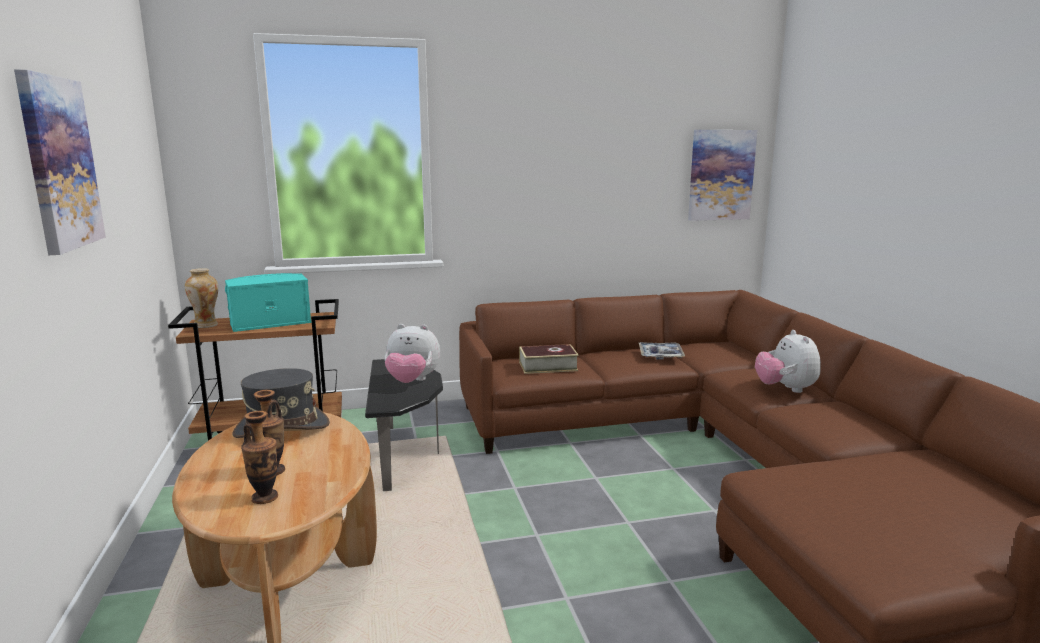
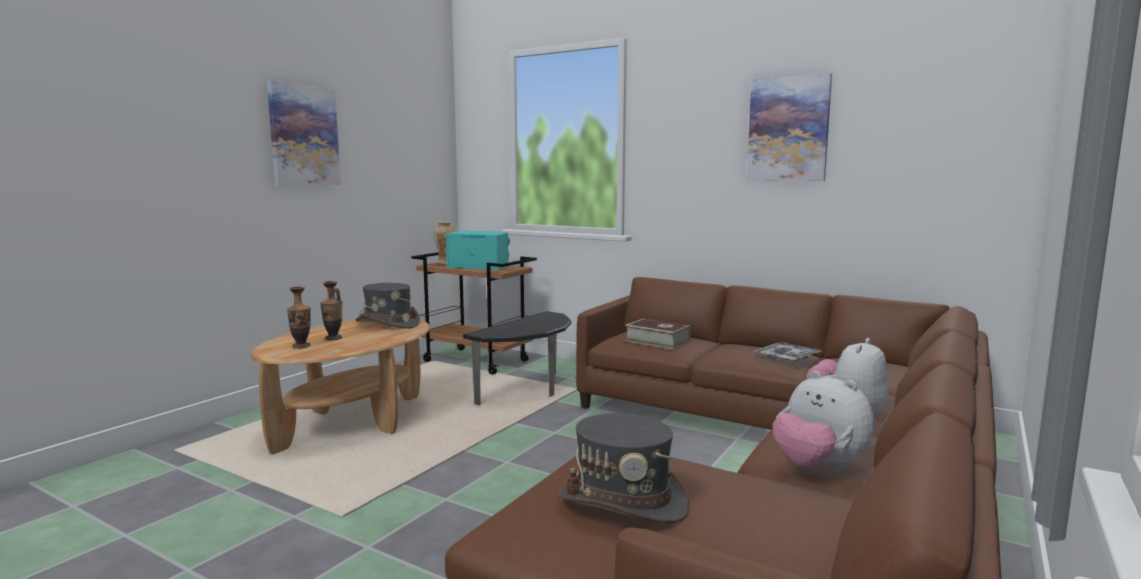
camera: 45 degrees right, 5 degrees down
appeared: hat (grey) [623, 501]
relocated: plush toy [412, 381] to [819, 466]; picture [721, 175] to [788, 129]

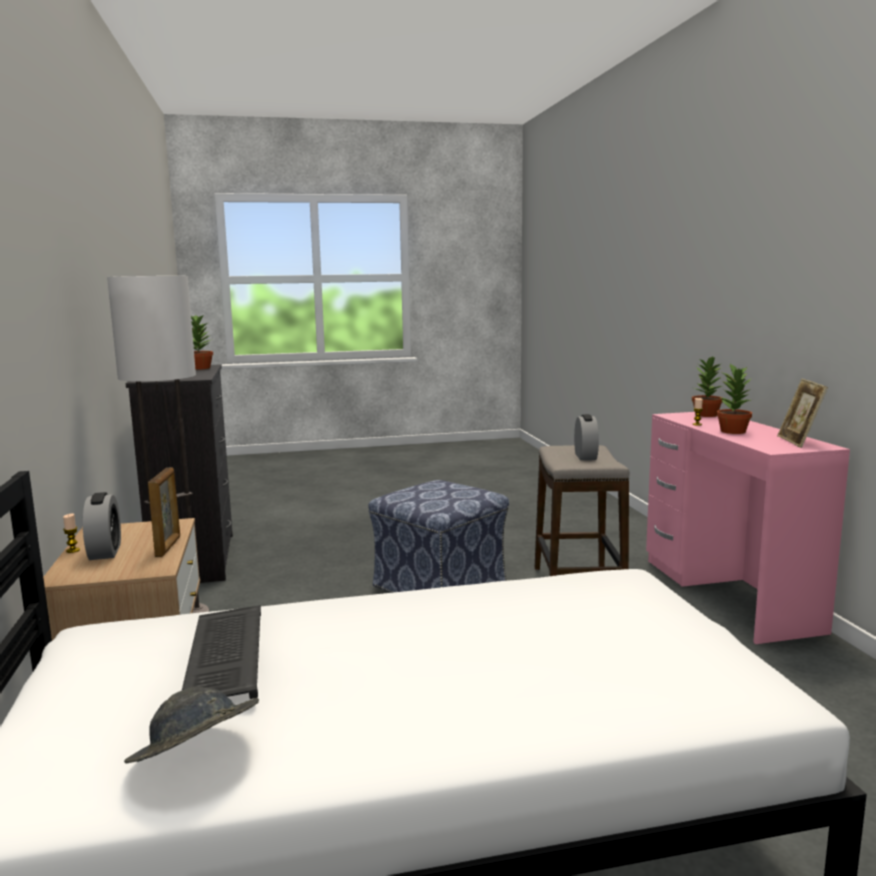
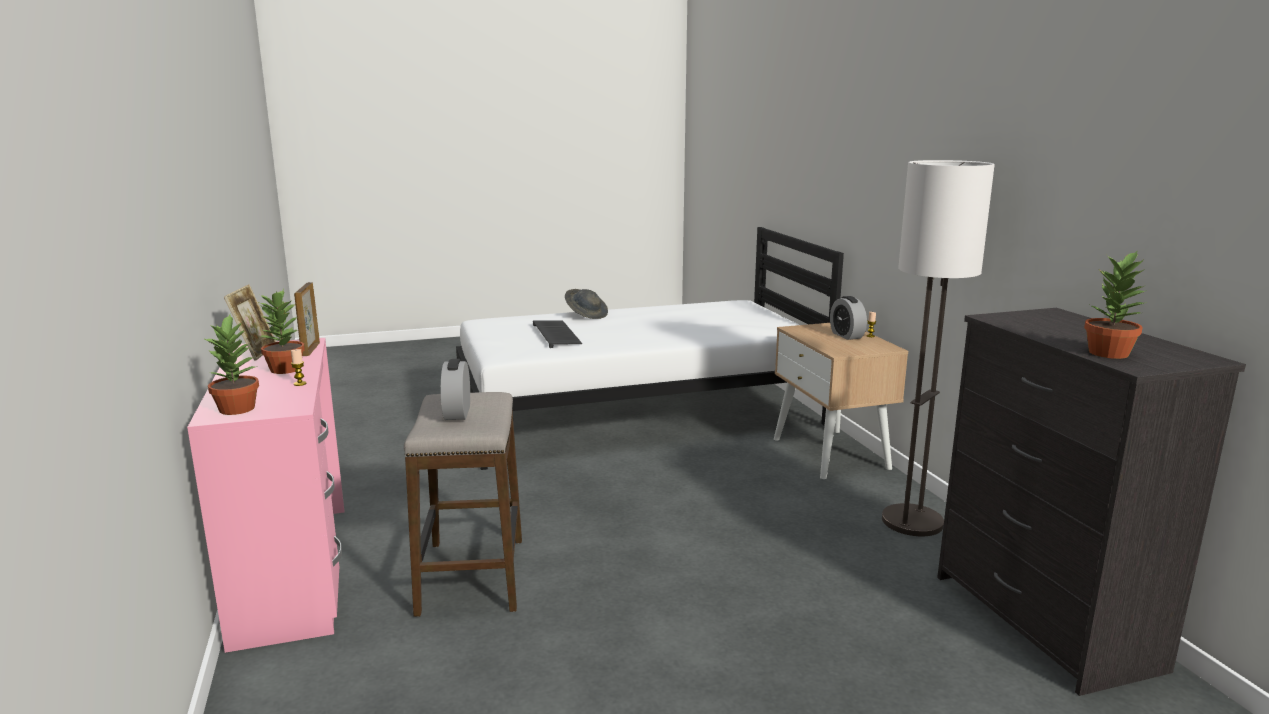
camera: 175 degrees right, 5 degrees up
missing: ottoman [440, 585]
relocated: hat (grey) [196, 760] to [587, 315]; picture frame [168, 546] to [310, 349]; keyboard [223, 655] to [557, 335]

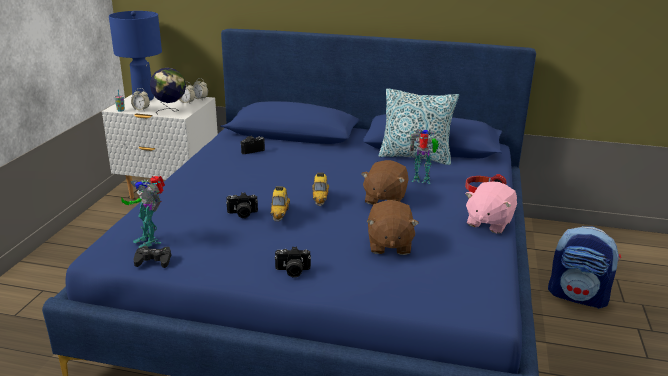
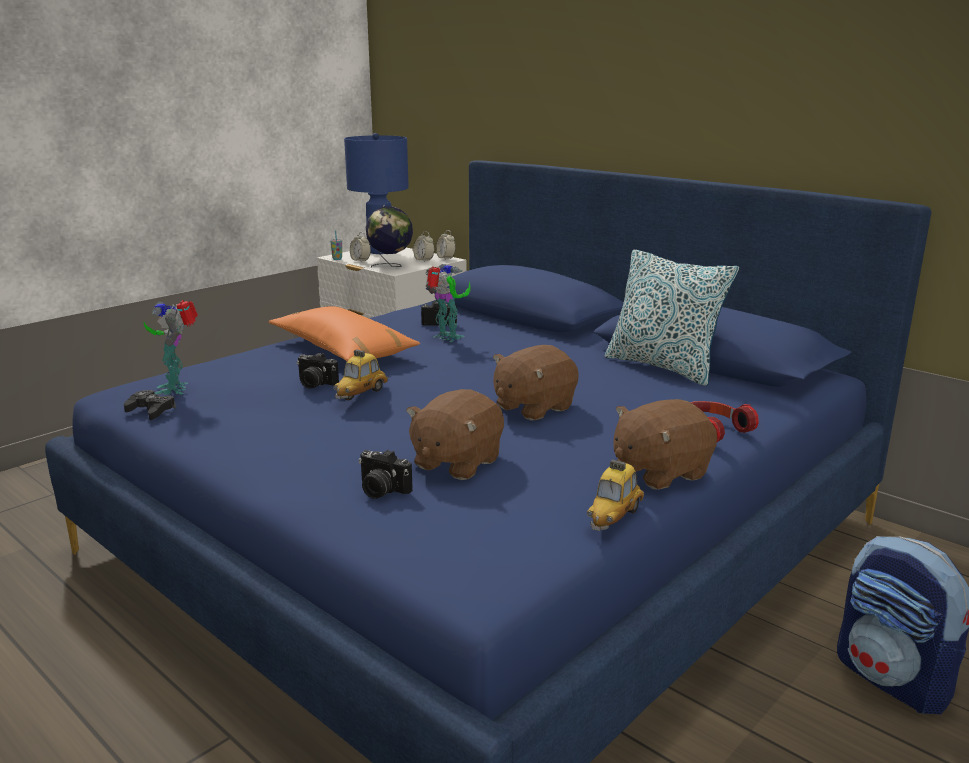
camera: 30 degrees right, 5 degrees down
appeared: pillow (orange) [342, 350]
relocated: photo camera [292, 271] to [381, 490]; toy car [320, 199] to [614, 517]; toy robot [422, 180] to [447, 338]
colour: plush toy (pink) [488, 222] to plush toy (brown) [659, 472]

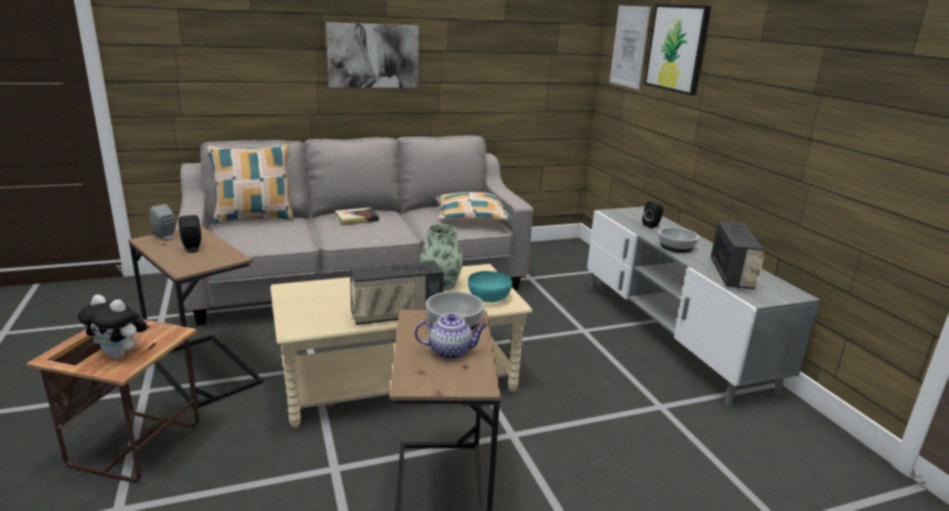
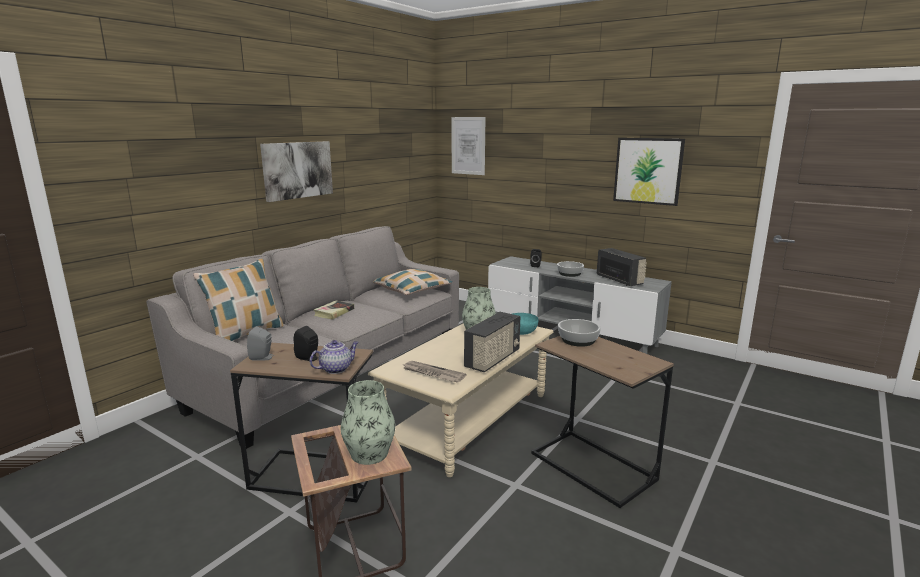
camera: 35 degrees left, 5 degrees down
appeared: newspaper [432, 373]
relocated: teapot [451, 351] to [336, 369]; picture [677, 48] to [648, 171]
exchanged: plush toy [120, 355] to vase [369, 453]

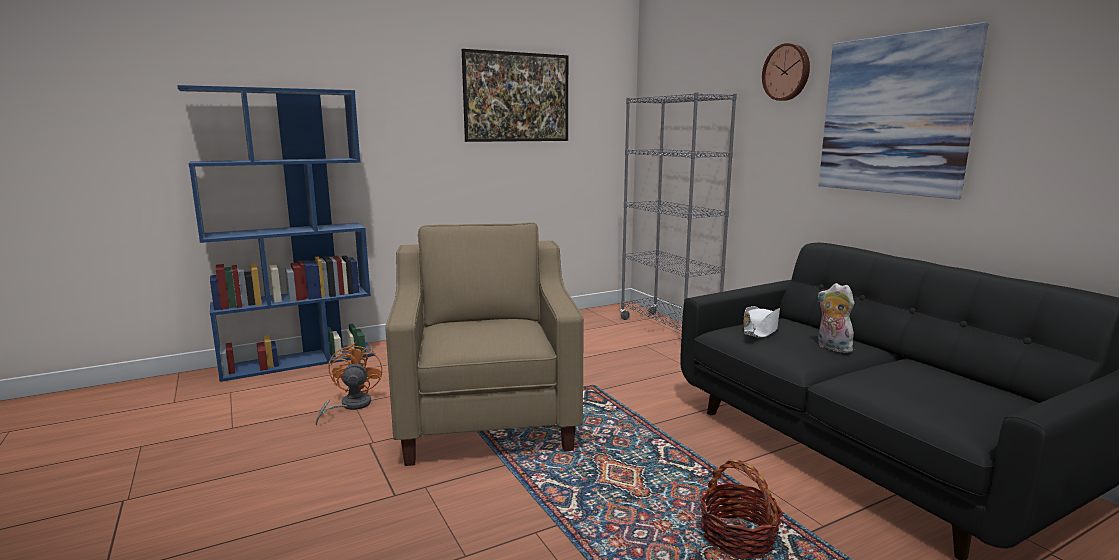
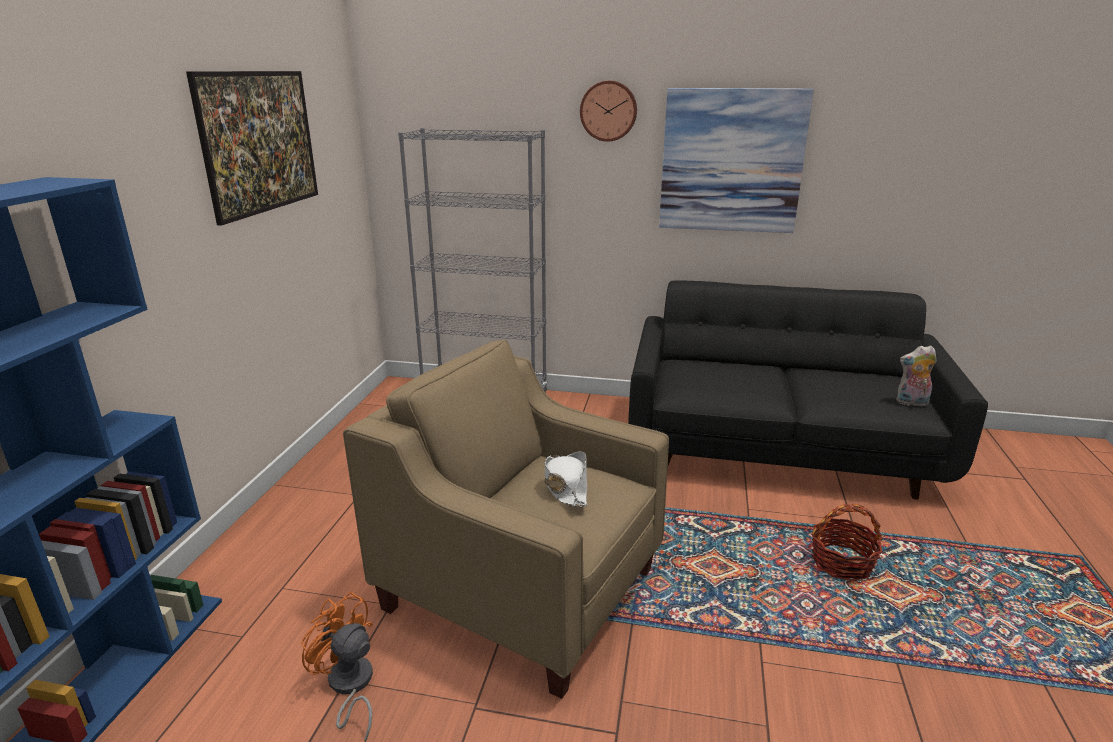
camera: 50 degrees left, 10 degrees up
relocated: hat (white) [760, 330] to [565, 486]; plush toy [831, 348] to [911, 403]

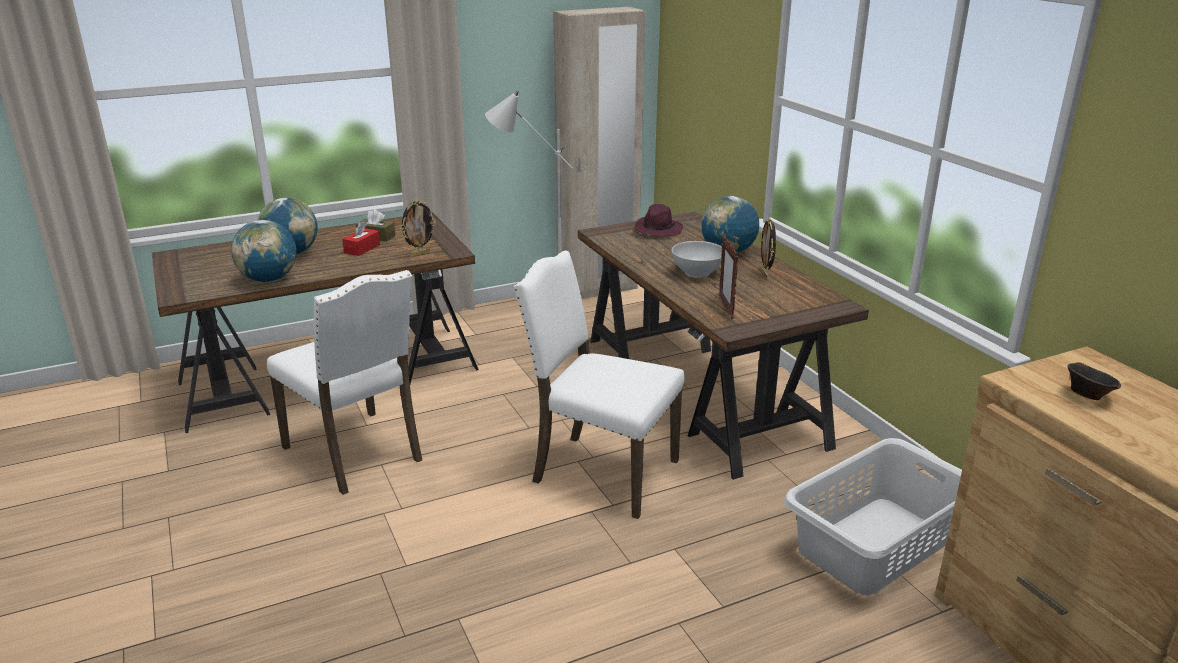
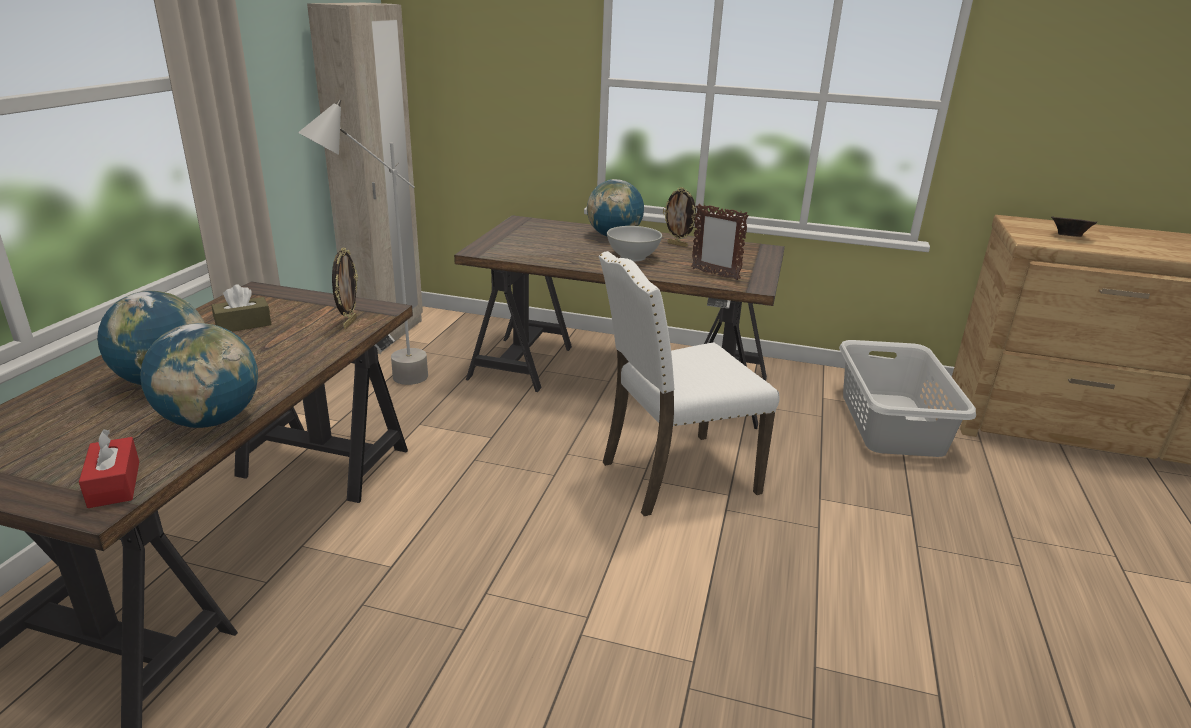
camera: 50 degrees left, 0 degrees up
missing: chair (white) [357, 453]; hat (purple) [657, 230]
relocated: tissue box (red) [362, 249] to [114, 484]

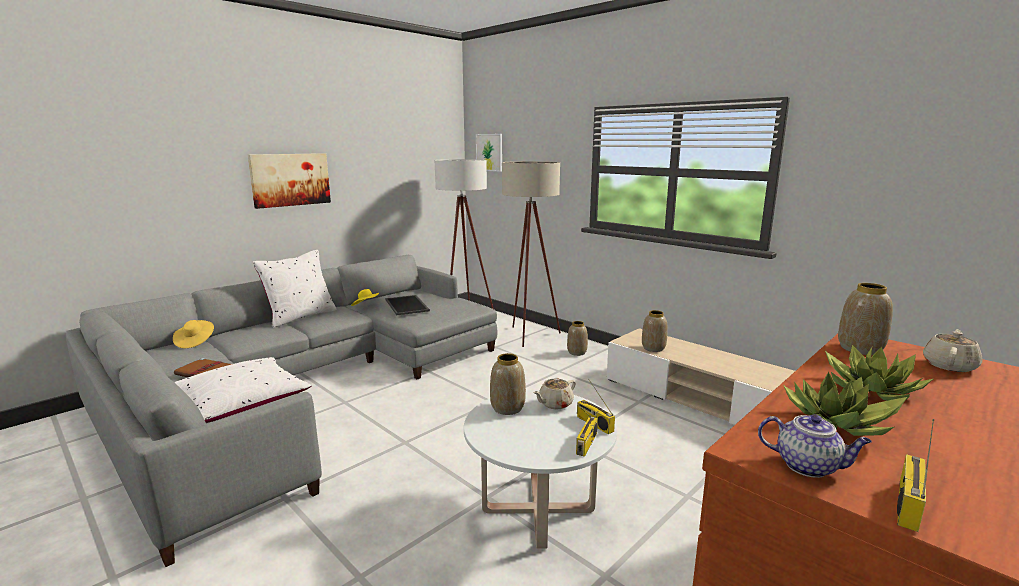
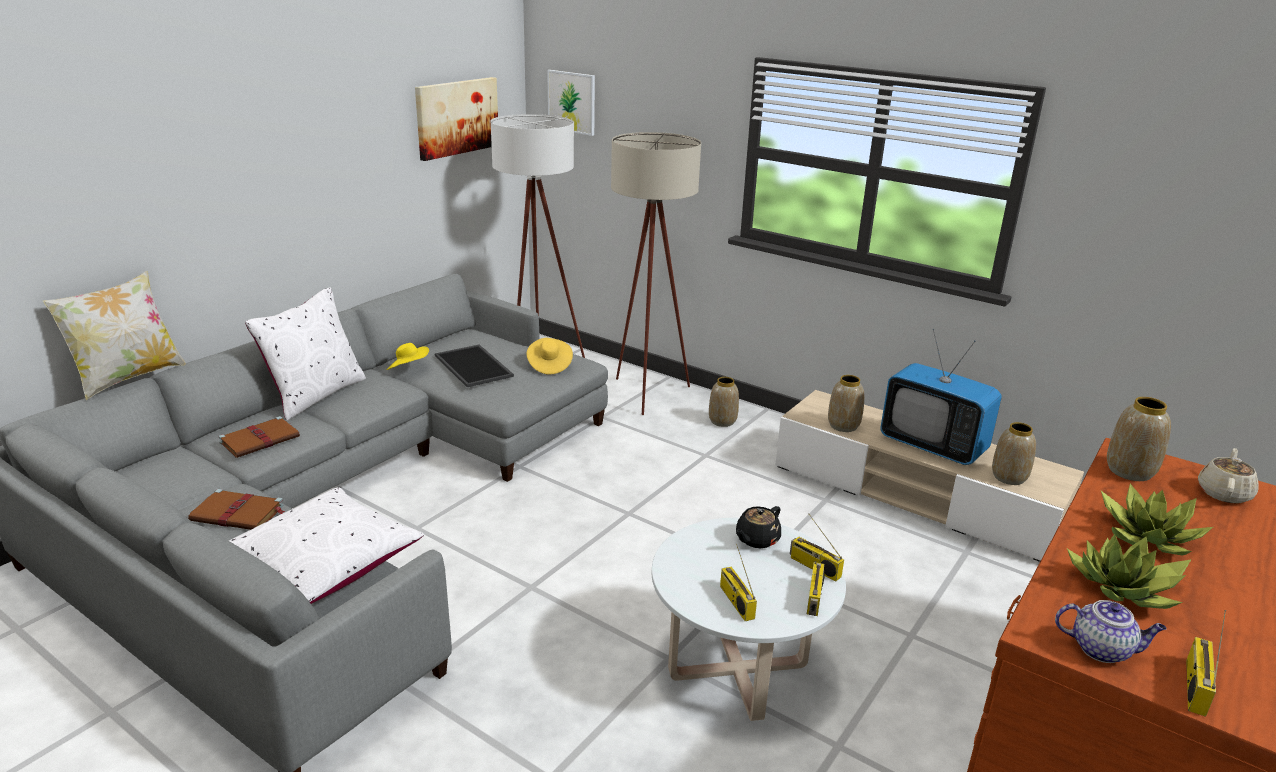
camera: 10 degrees left, 10 degrees up
appeared: pillow [128, 377]; book (brown) [261, 439]; radio [735, 601]; television [933, 446]
relocated: hat (yellow) [195, 342] to [549, 365]; picture [290, 179] to [457, 117]; vase [508, 408] to [1009, 477]
colour: teapot (beige) [555, 404] to teapot (black) [756, 539]

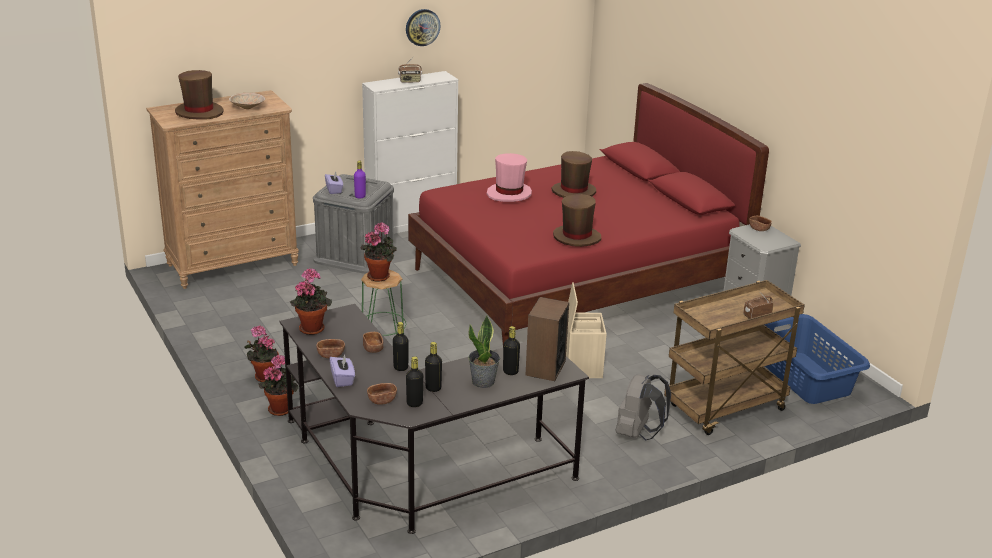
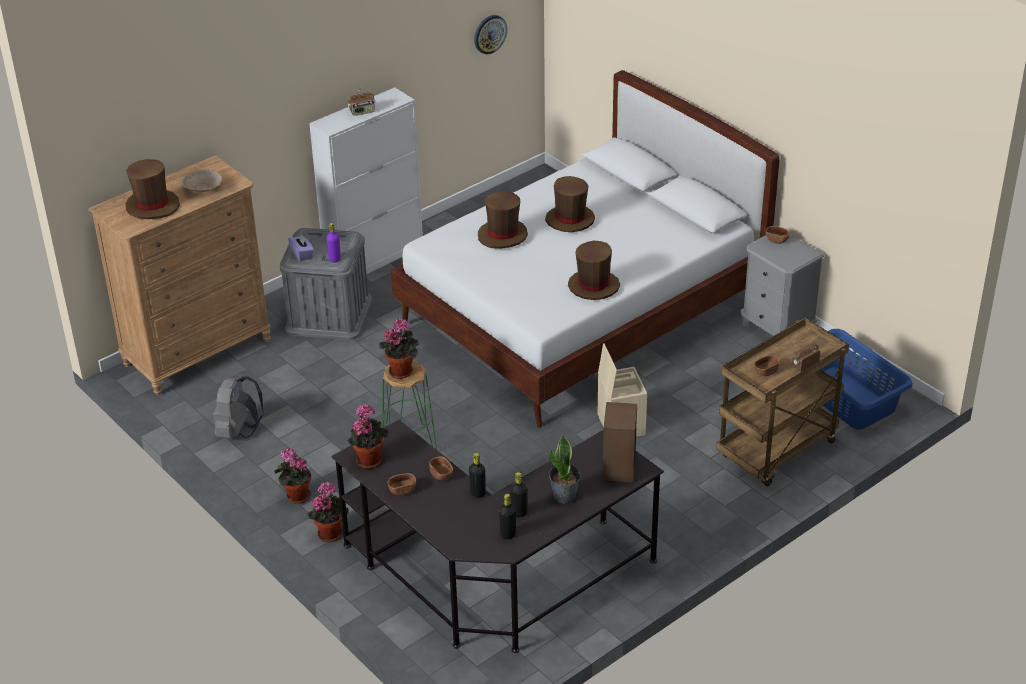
camera: 10 degrees left, 10 degrees up
missing: tissue box (purple) [342, 379]; bottle (black) [510, 372]
relocated: bowl (brown) [382, 400] to [766, 371]; wall clock [422, 27] to [489, 34]; backpack (grey) [638, 433] to [239, 431]
colour: bed (red) [576, 282] to bed (white) [582, 313]; hat (pink) [509, 194] to hat (brown) [502, 235]

